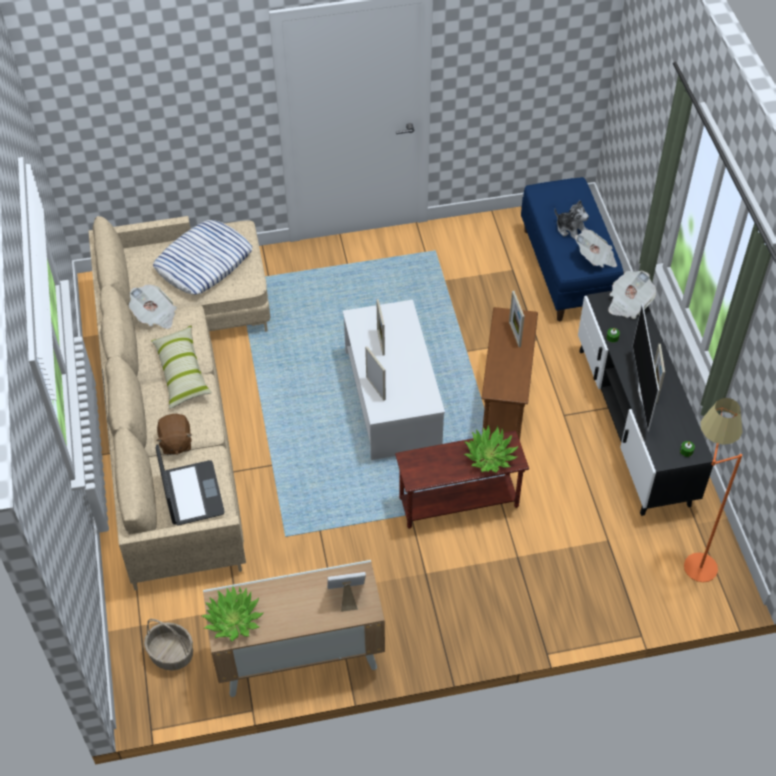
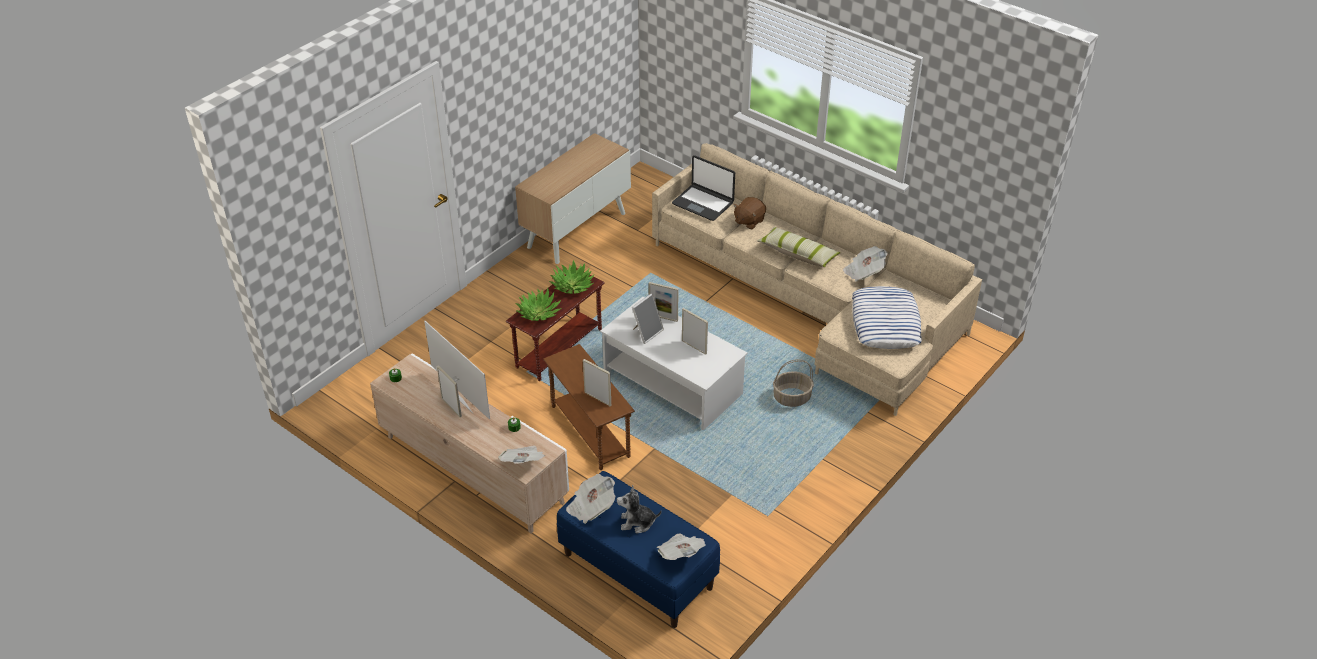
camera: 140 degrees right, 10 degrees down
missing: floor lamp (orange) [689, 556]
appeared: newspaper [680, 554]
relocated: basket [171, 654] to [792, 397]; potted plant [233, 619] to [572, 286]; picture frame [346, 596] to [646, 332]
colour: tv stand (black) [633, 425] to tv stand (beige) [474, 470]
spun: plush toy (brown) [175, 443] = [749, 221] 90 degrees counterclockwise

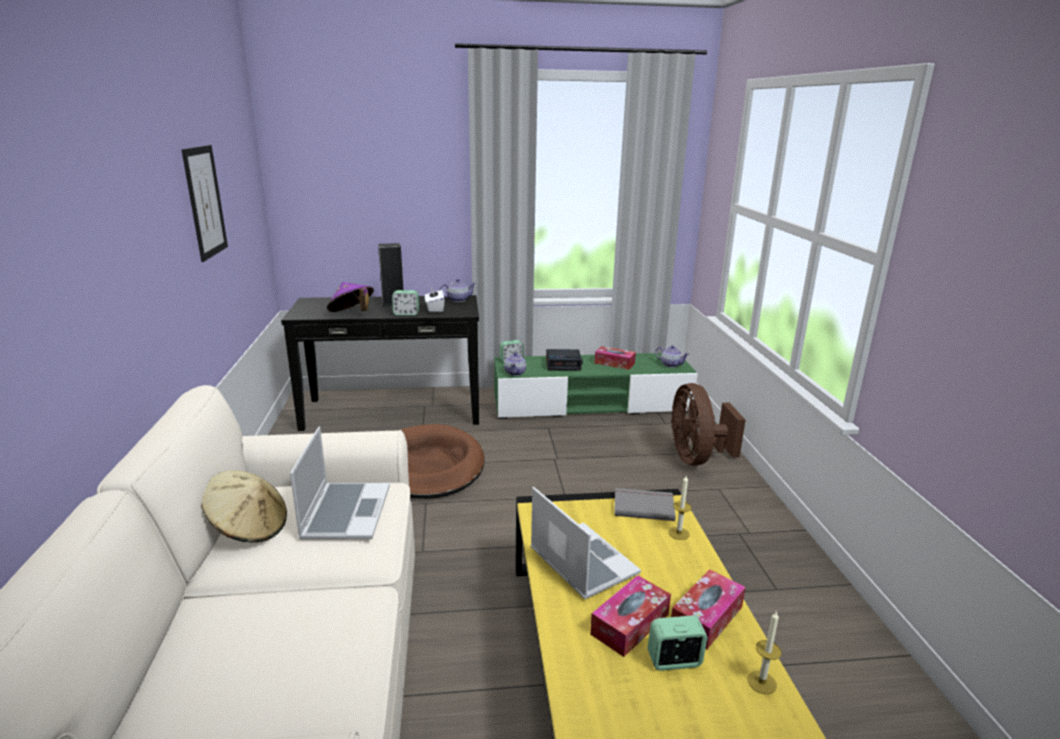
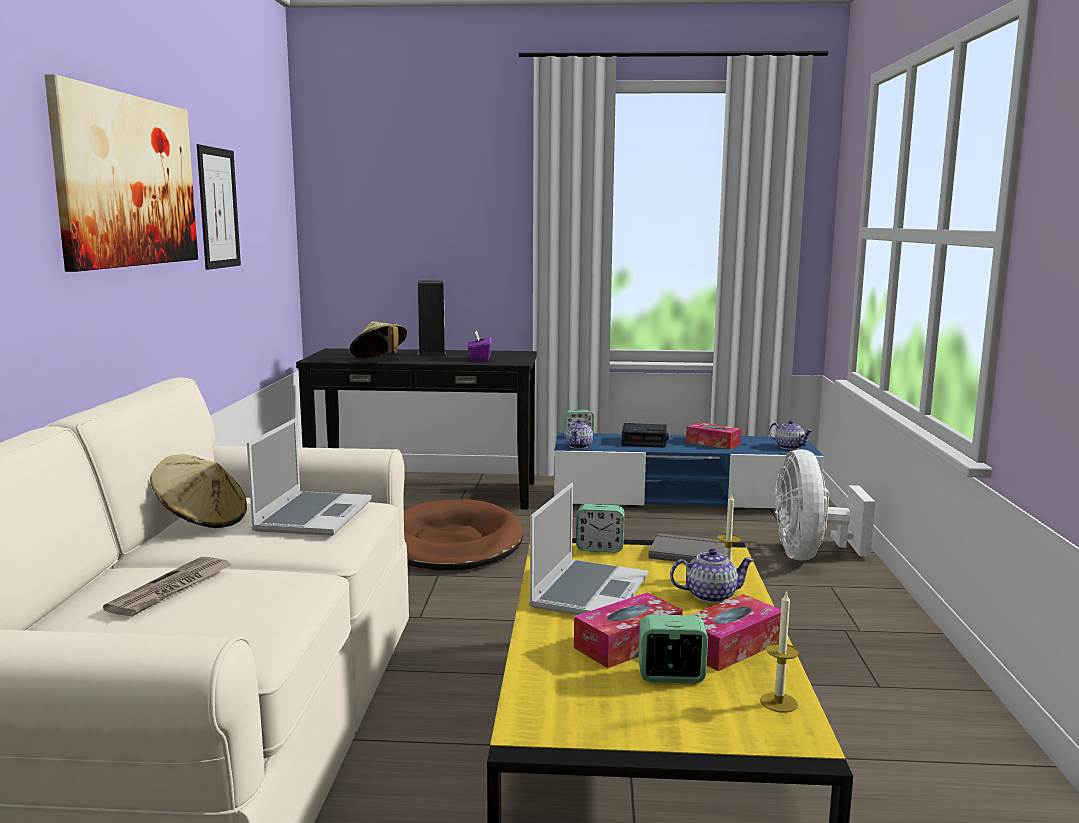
camera: 10 degrees right, 10 degrees down
appeared: picture [128, 181]; newspaper [171, 589]
relocated: alarm clock [406, 313] to [600, 548]; teapot [458, 300] to [710, 595]
colour: hat (purple) [352, 314] to hat (beige) [379, 360]; tissue box (white) [434, 309] to tissue box (purple) [479, 359]; tv stand (green) [591, 404] to tv stand (blue) [681, 498]; fan (brown) [696, 458] to fan (white) [810, 555]
spun: laptop [581, 561] = [588, 591] 45 degrees clockwise

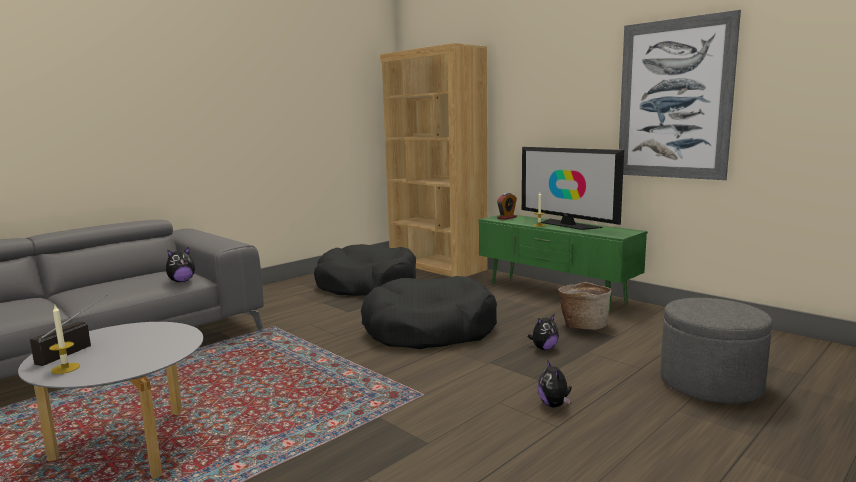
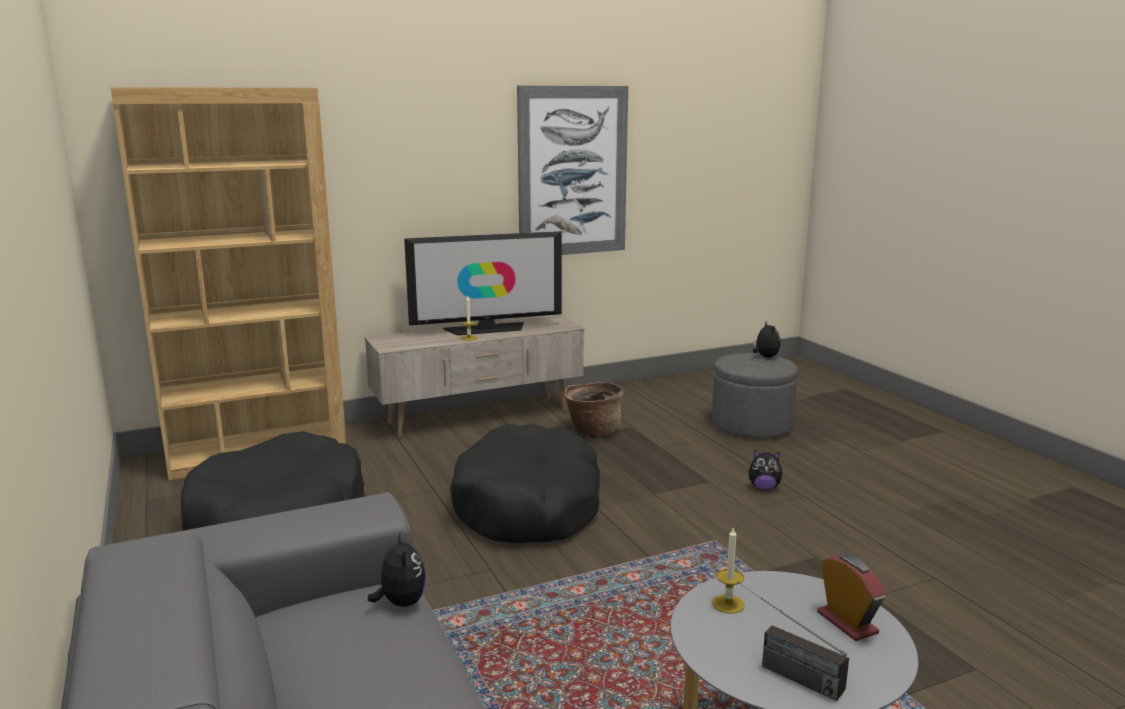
camera: 70 degrees left, 5 degrees up
relocated: candle [65, 368] to [728, 604]; alarm clock [506, 218] to [847, 623]; plush toy [544, 348] to [765, 357]
colour: tv stand (green) [555, 293] to tv stand (beige) [479, 417]

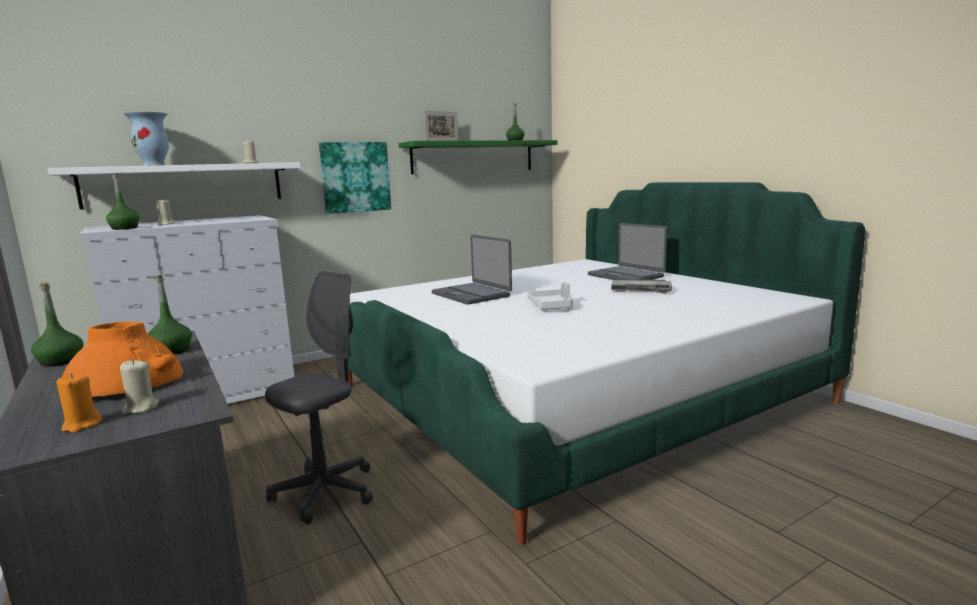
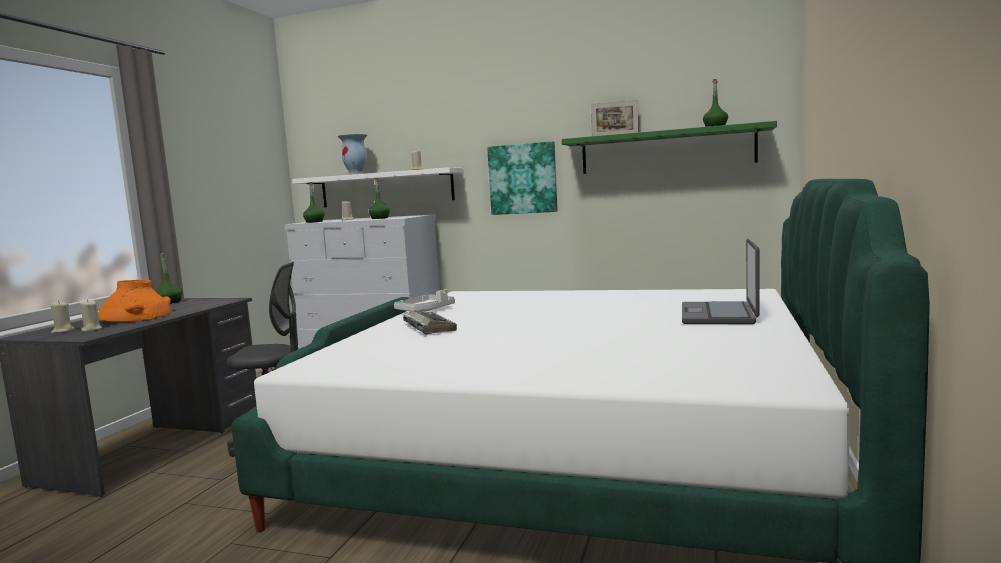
camera: 50 degrees right, 5 degrees down
missing: laptop [472, 295]
relocated: bottle (green) [171, 351] to [379, 218]; tray (white) [552, 307] to [425, 310]; keyboard [640, 290] to [428, 327]
colour: candle (orange) [81, 425] to candle (beige) [63, 331]

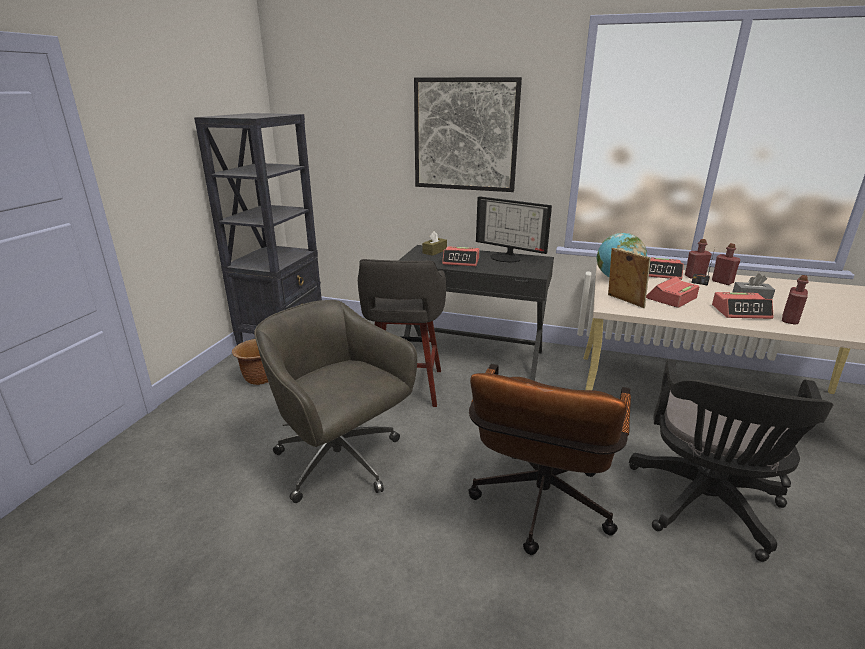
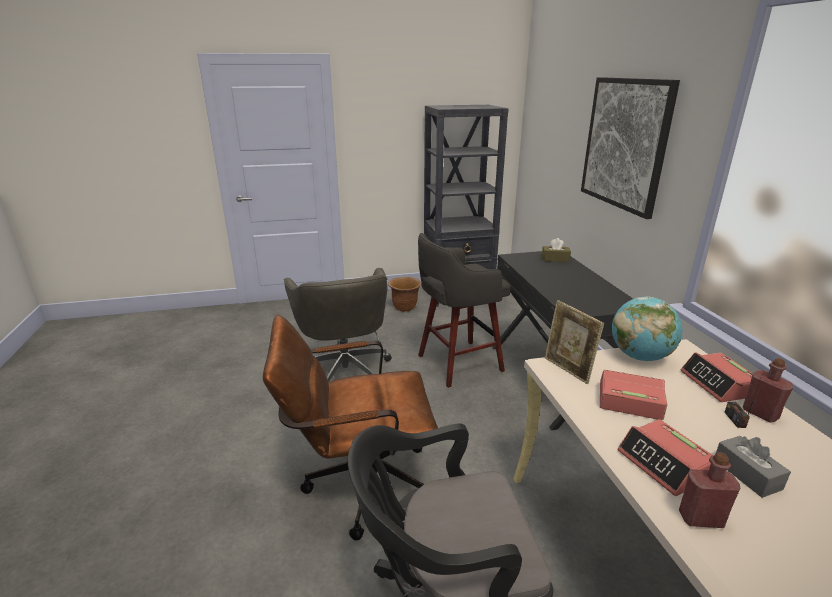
camera: 60 degrees right, 0 degrees up
missing: alarm clock [461, 261]; monitor [506, 257]; bottle (red) [722, 282]
spun: office chair (grey) [341, 462] = [345, 372] 150 degrees clockwise; picture frame [624, 301] = [567, 370] 120 degrees clockwise

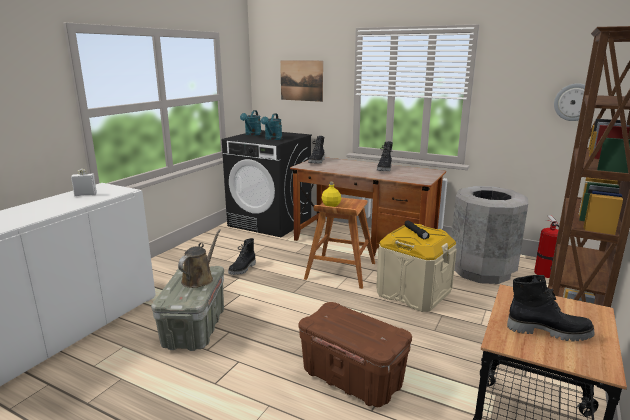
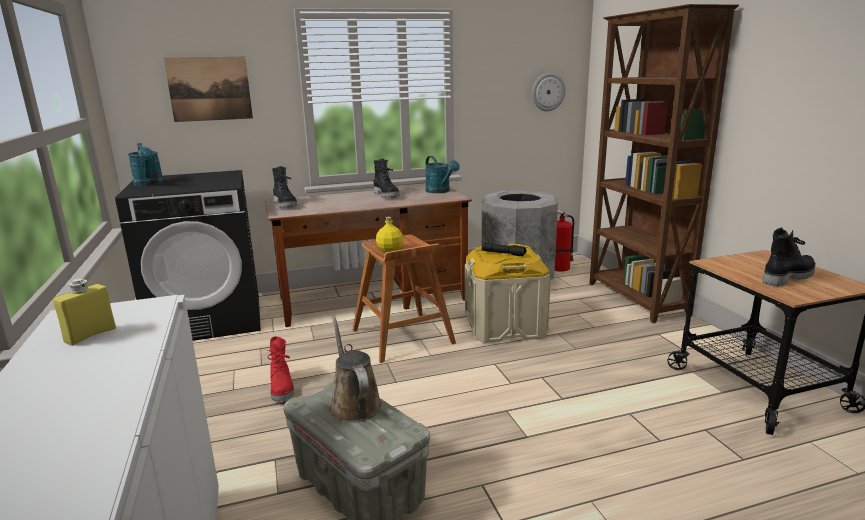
camera: 45 degrees left, 0 degrees up
missing: storage box (brown) [353, 378]
relocated: watering can (turquoise) [272, 139] to [440, 191]
colour: bottle (white) [85, 195] to bottle (yellow) [90, 335]; boot (black) [243, 269] to boot (red) [282, 388]

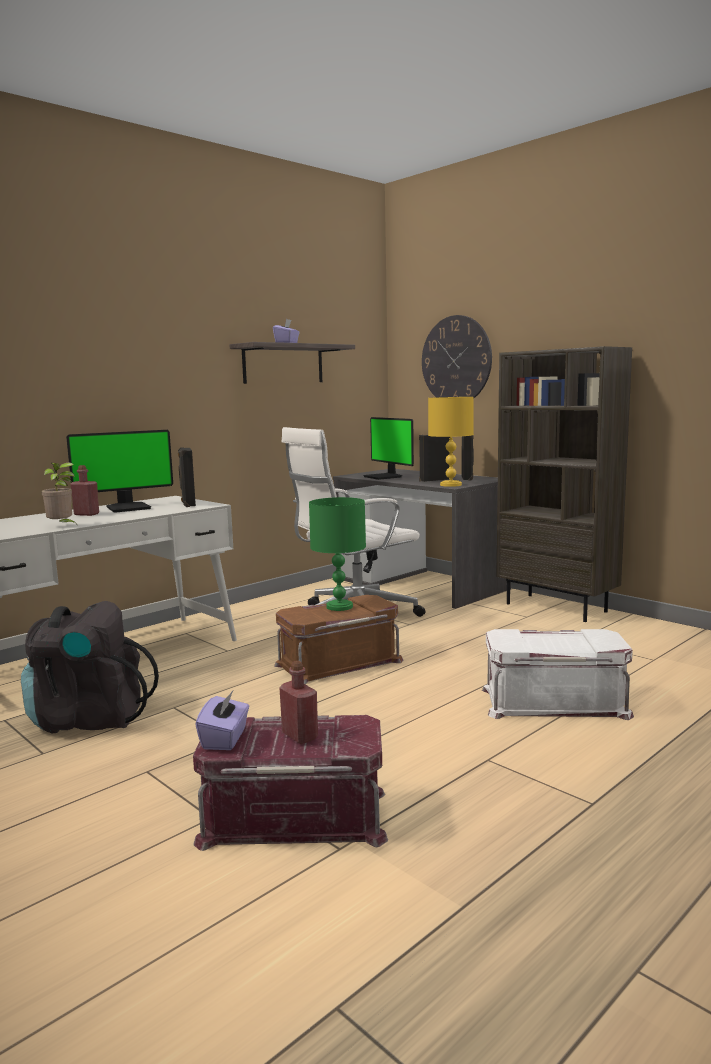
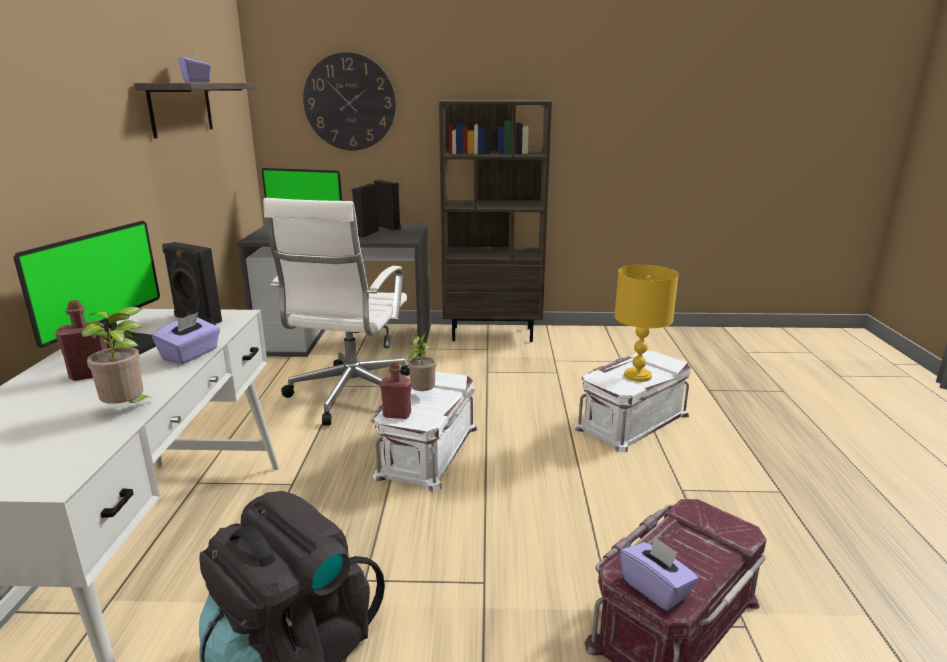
camera: 45 degrees left, 10 degrees up
appeared: tissue box (purple) [191, 355]
relocated: bottle (red) [300, 736] to [397, 415]; table lamp (yellow) [450, 485] to [637, 376]
exchanged: table lamp (green) [340, 606] to potted plant [422, 394]
colour: storage box (brown) [338, 662] to storage box (white) [426, 450]

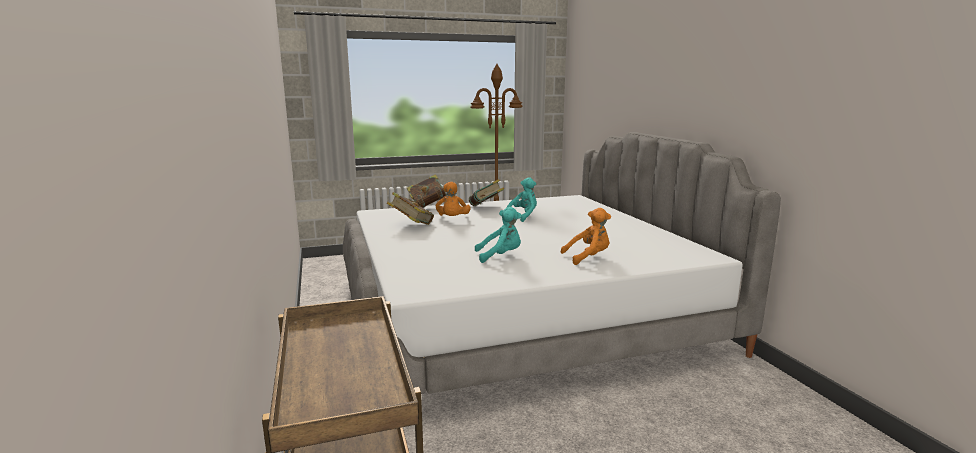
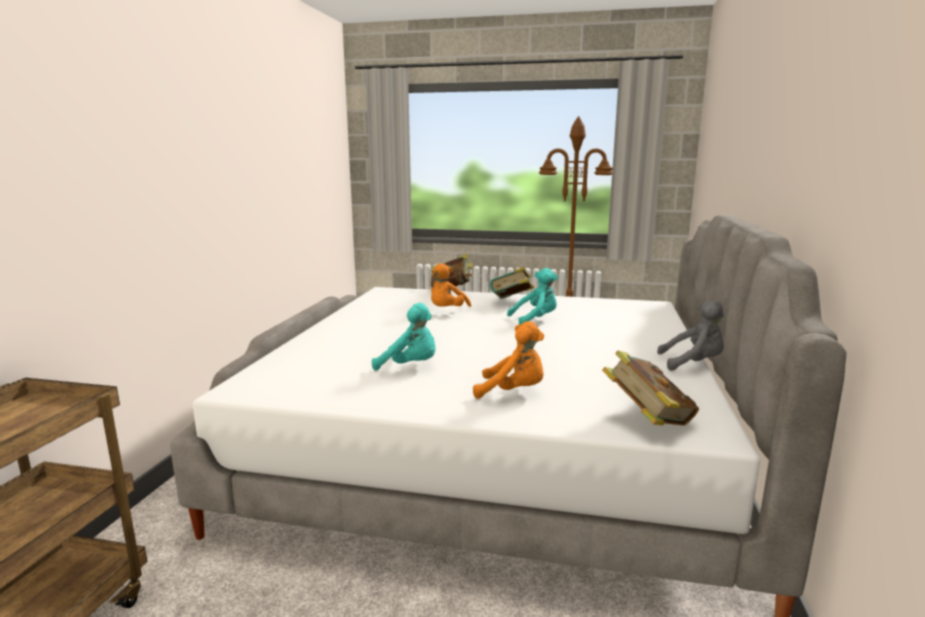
camera: 30 degrees right, 0 degrees up
appeared: plush toy (grey) [693, 363]
relocated: book [411, 225] to [647, 420]

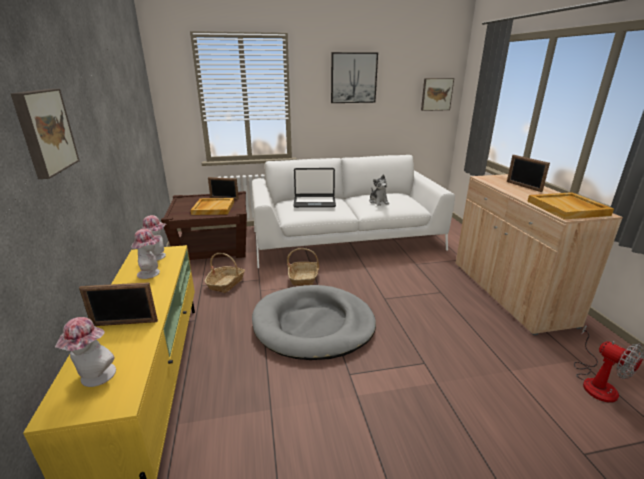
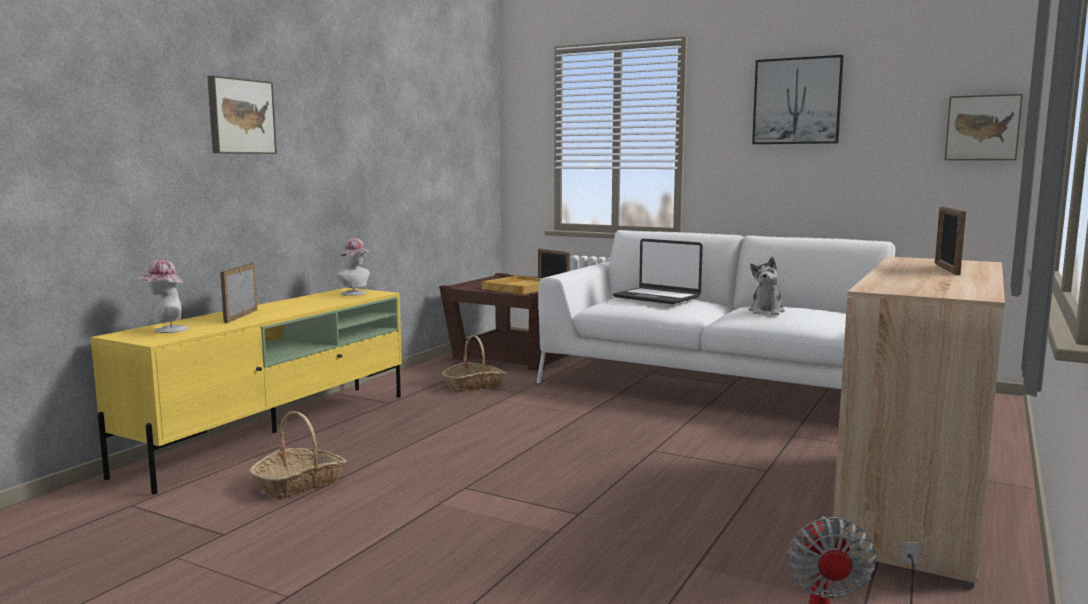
camera: 40 degrees right, 15 degrees down
missing: hat [152, 272]; dog bed (grey) [313, 325]; tray (beige) [568, 208]
relocated: basket [304, 278] to [300, 483]
spun: picture frame [124, 323] = [241, 316] 60 degrees clockwise

